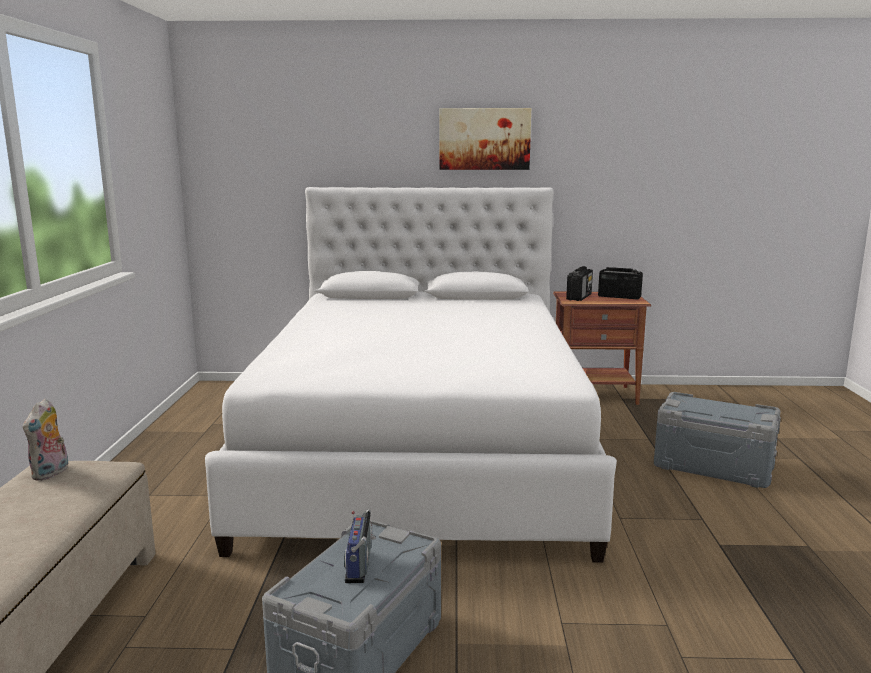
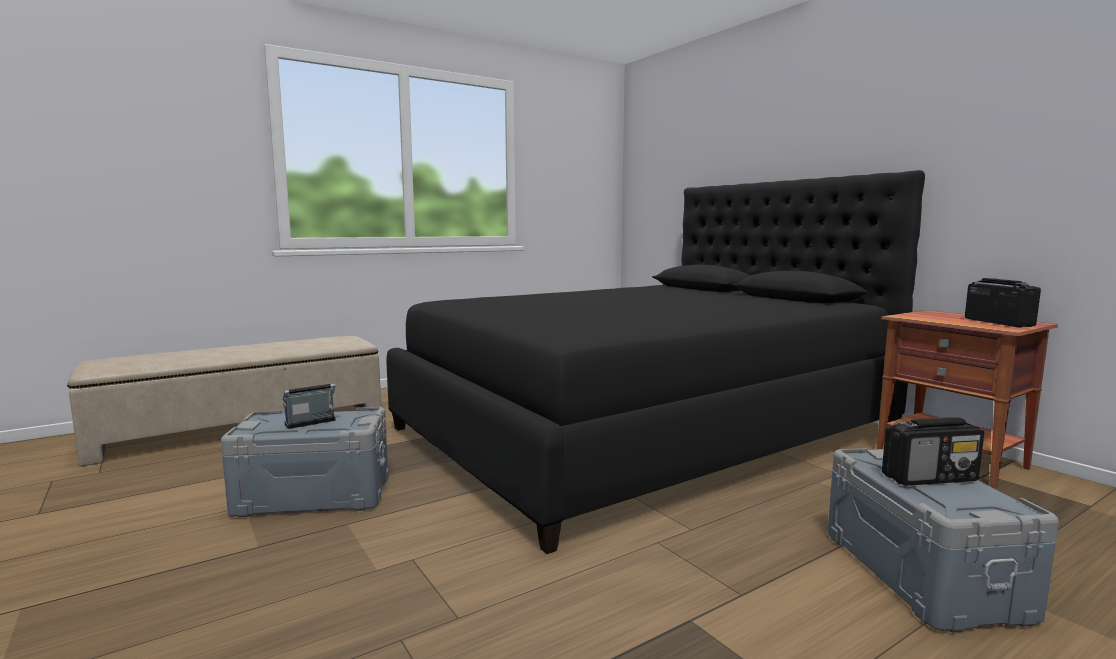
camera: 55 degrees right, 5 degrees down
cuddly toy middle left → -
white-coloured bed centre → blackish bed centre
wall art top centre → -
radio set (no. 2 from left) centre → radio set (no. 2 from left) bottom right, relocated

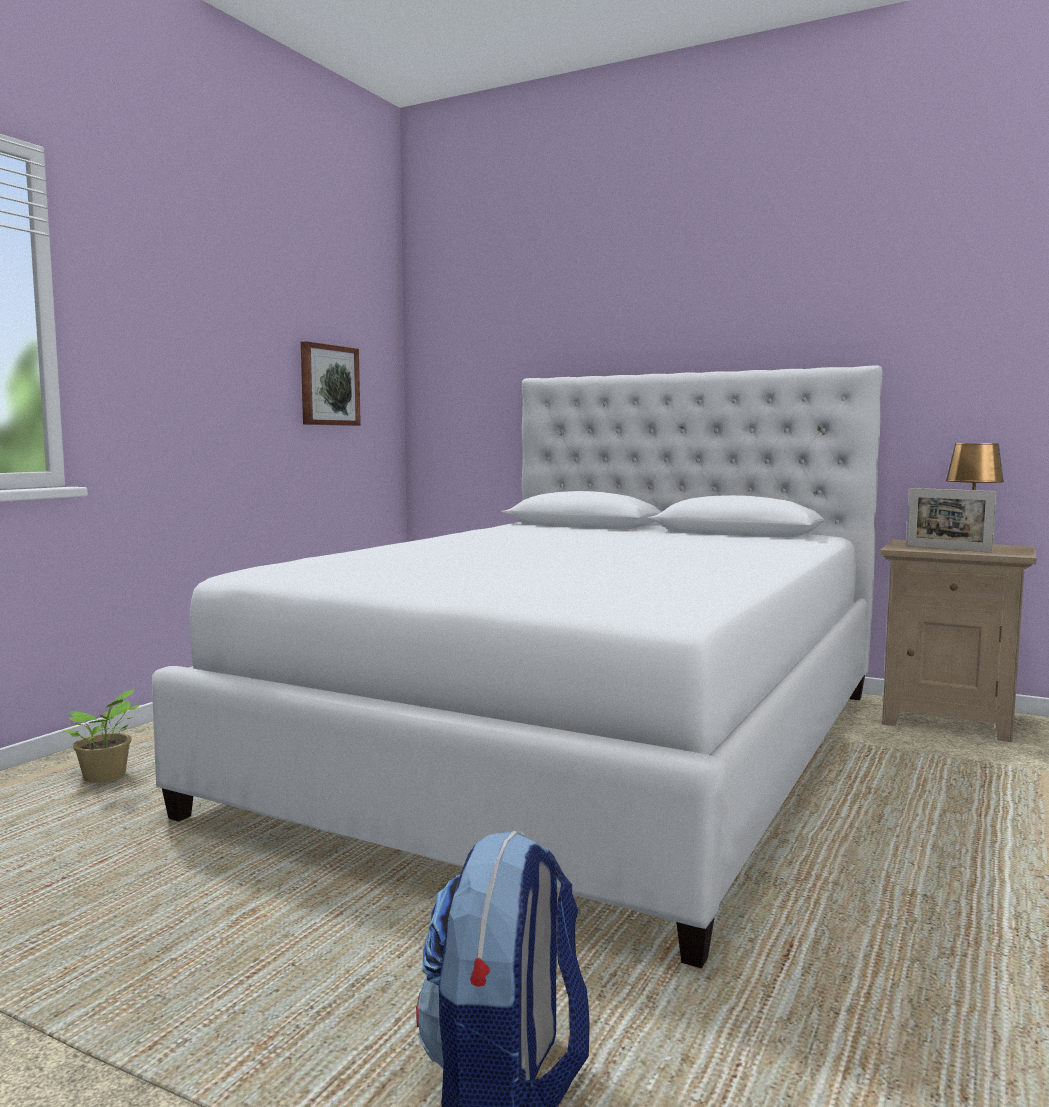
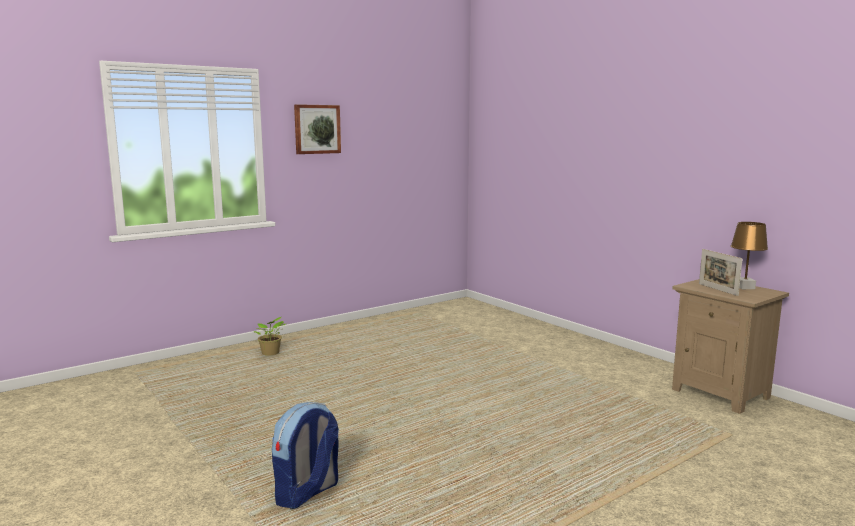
camera: 25 degrees right, 5 degrees up
white-coloured bed centre → -
wall art middle left → wall art top centre, relocated

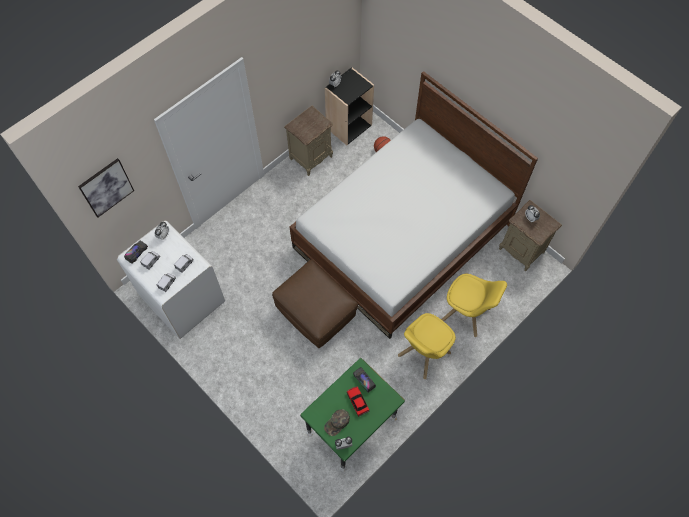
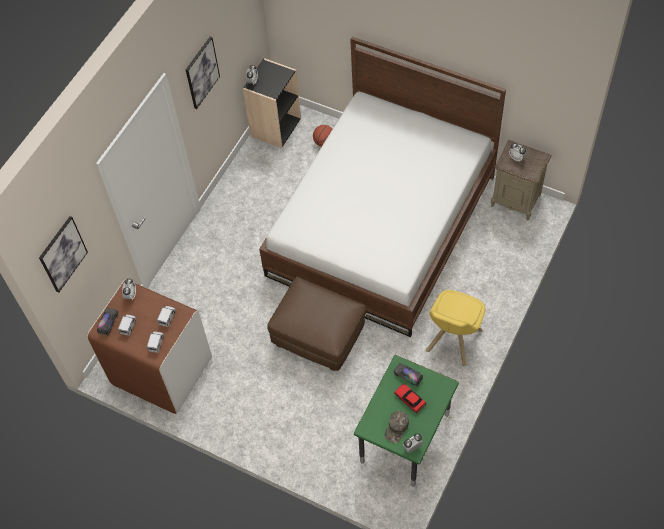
camera: 15 degrees left, 5 degrees down
white-coloured dresser middle left → brown-coloured dresser middle left
sand-coloured nightstand (no. 1 from left) top centre → -
yellow chair (no. 2 from left) middle right → -
- → wall art (no. 2 from left) top left

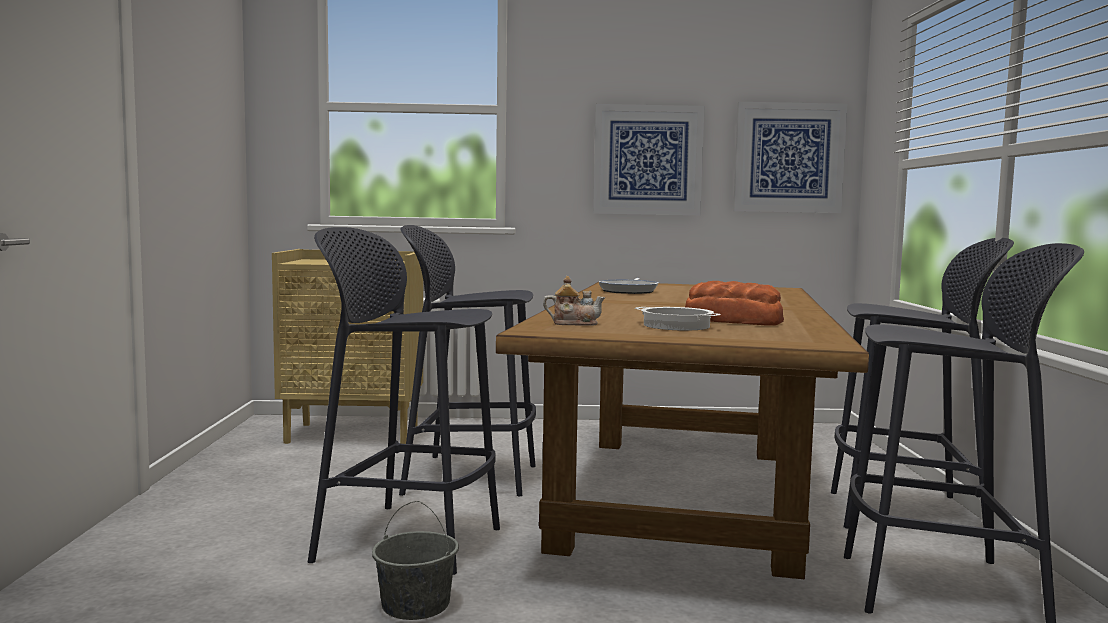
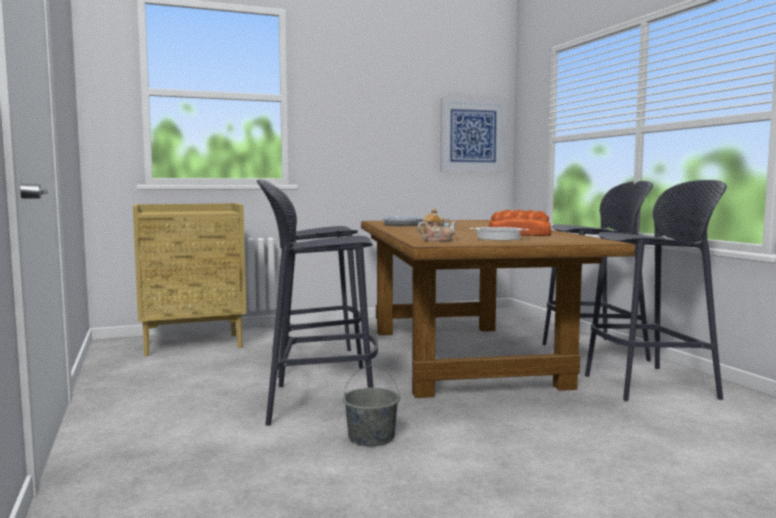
camera: 20 degrees left, 0 degrees up
wall art (no. 1 from left) top centre → -

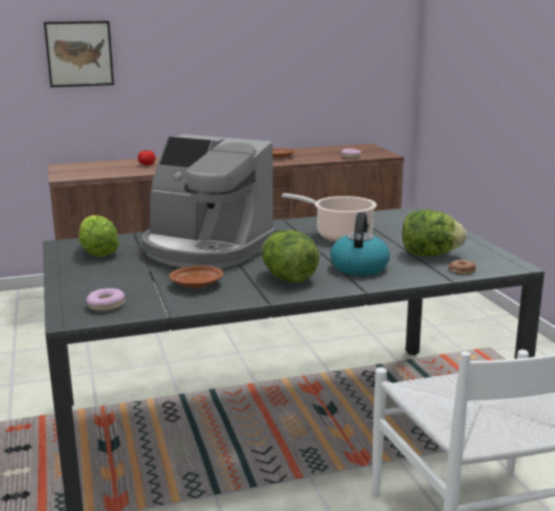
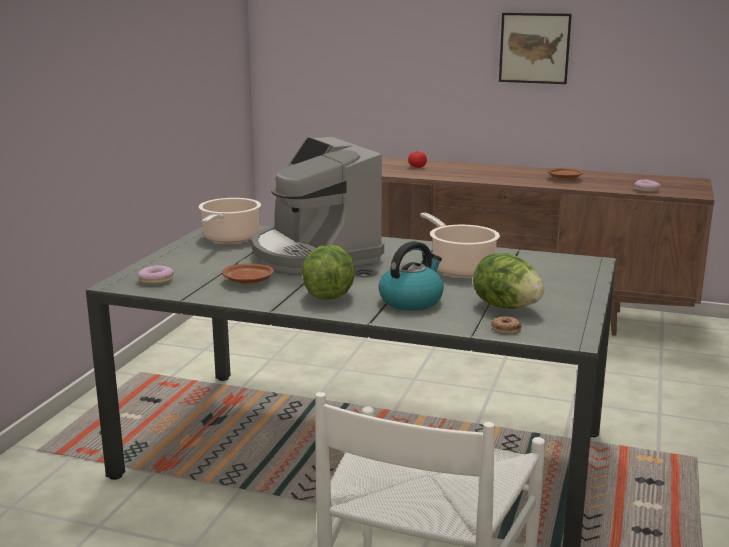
camera: 35 degrees right, 0 degrees up
wall art top left → wall art top right, relocated
lettuce (no. 1 from left) middle left → stockpot (no. 1 from left) middle left

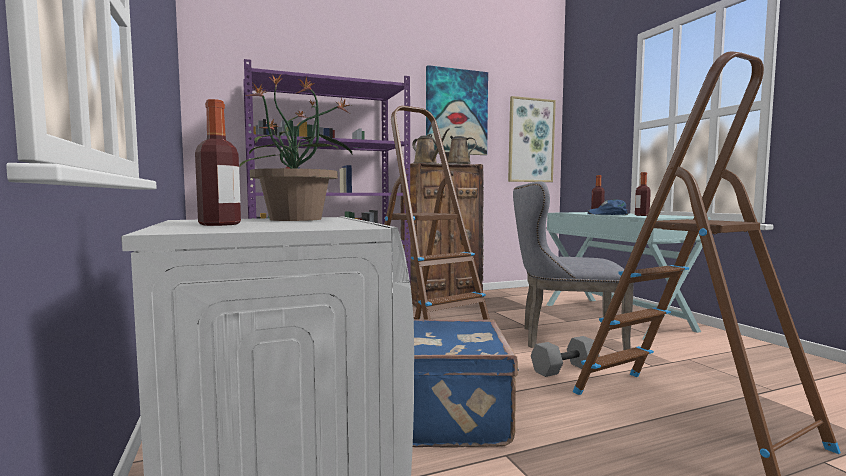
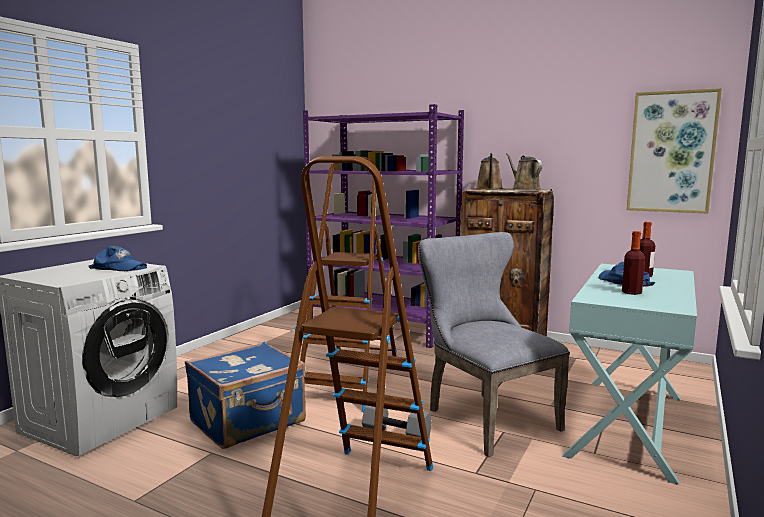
camera: 50 degrees right, 5 degrees up
drink bottle (no. 1 from left) middle left → -
plant in a pot top centre → blue baseball cap (no. 1 from left) middle left
wall art (no. 1 from left) top centre → -

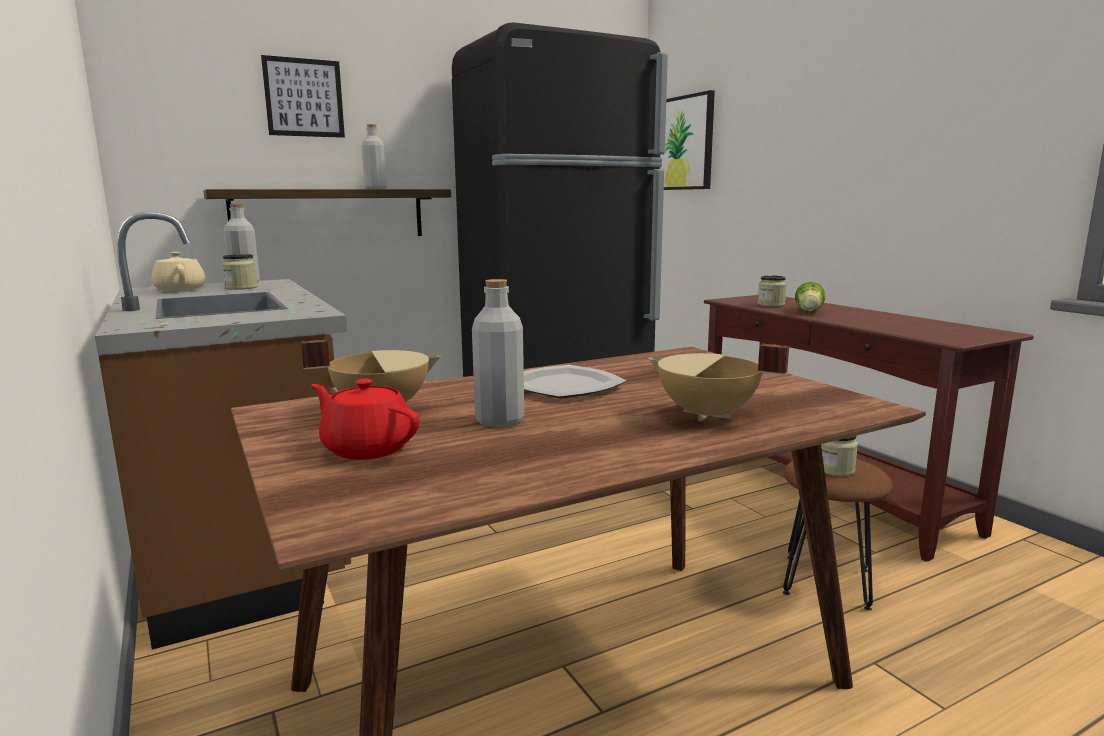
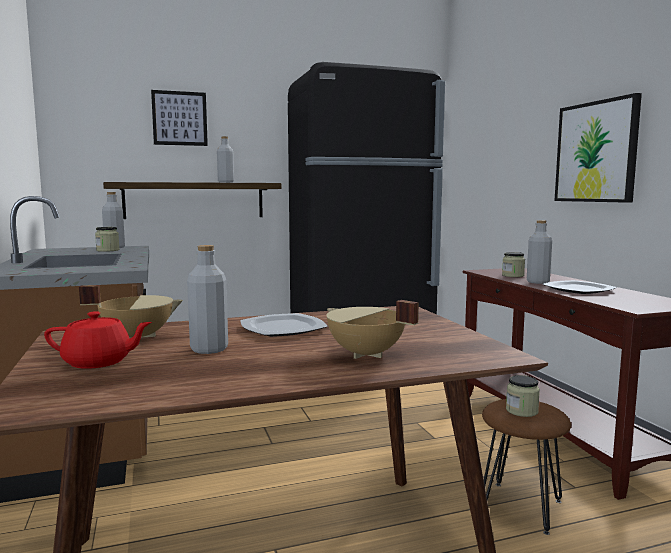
camera: 10 degrees right, 5 degrees down
sand-coloured pot for tea middle left → -
reddish pot for tea middle left, 135 degrees clockwise
wall art (no. 2 from left) top centre → wall art (no. 2 from left) top right, relocated
lettuce middle right → gray drink bottle (no. 4 from left) middle right
- → dinner plate (no. 2 from left) middle right

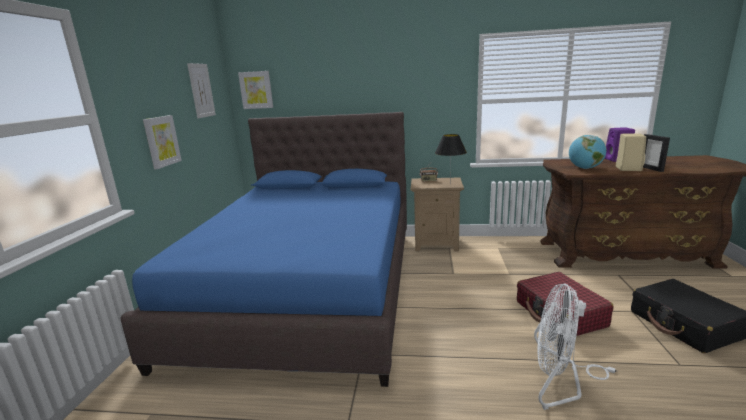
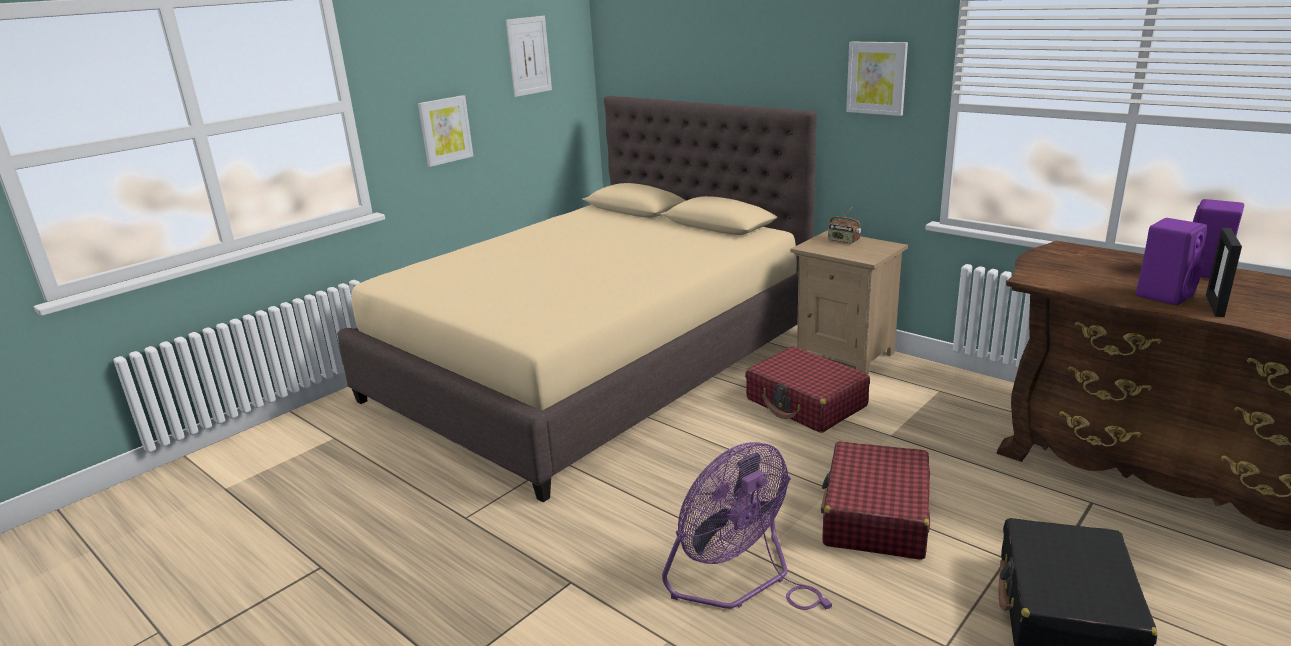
camera: 35 degrees right, 5 degrees up
blue bed centre → sand-coloured bed centre
wall art (no. 3 from left) top centre → wall art (no. 3 from left) top right, relocated
blackish lamp for a table centre → -
white-coloured fan bottom right → purple-coloured fan bottom centre
globe middle right → -
sand-coloured audio speaker middle right → purple-coloured audio speaker (no. 1 from left) middle right
- → reddish piece of luggage (no. 1 from left) centre

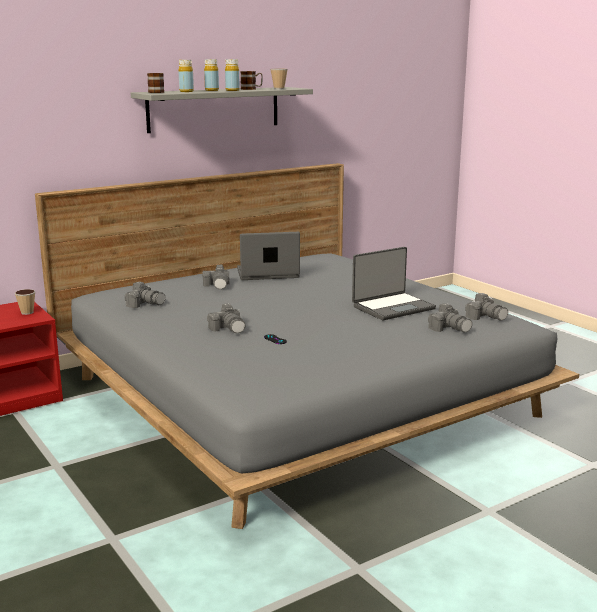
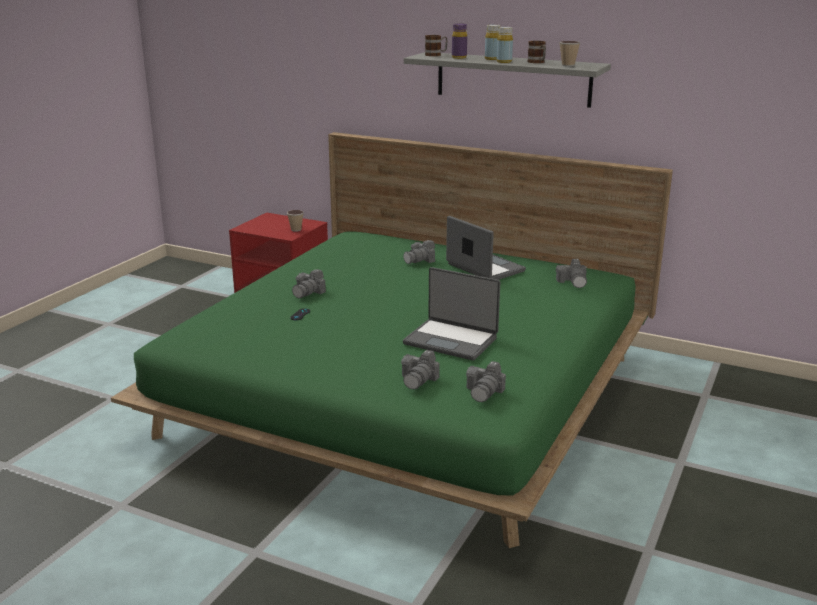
camera: 60 degrees right, 5 degrees up
gray bed centre → greenish bed centre
still camera (no. 1 from left in the first image) middle left → still camera (no. 5 from left) middle right, relocated
yellow drink bottle (no. 1 from left) top left → purple-coloured drink bottle top centre

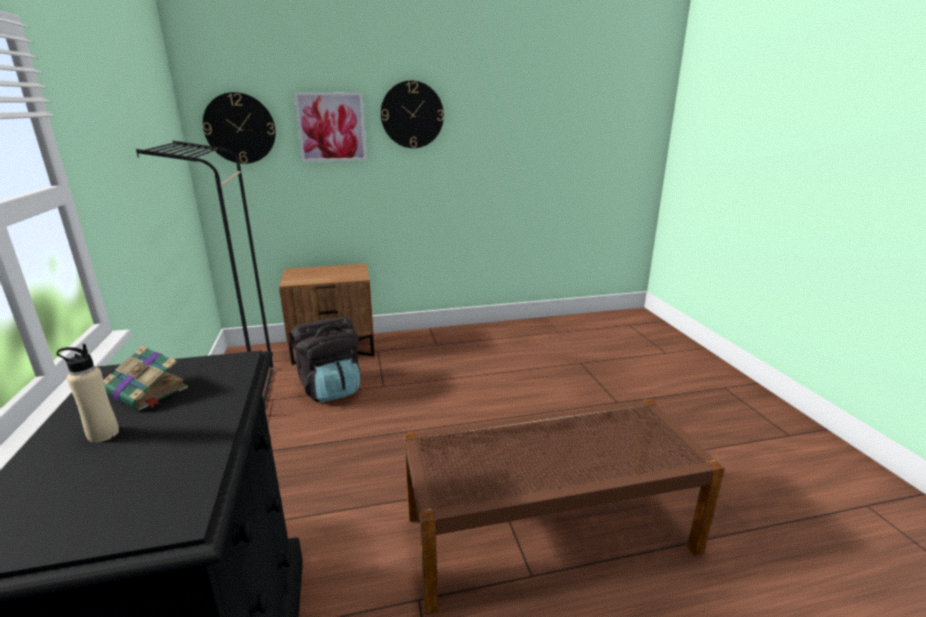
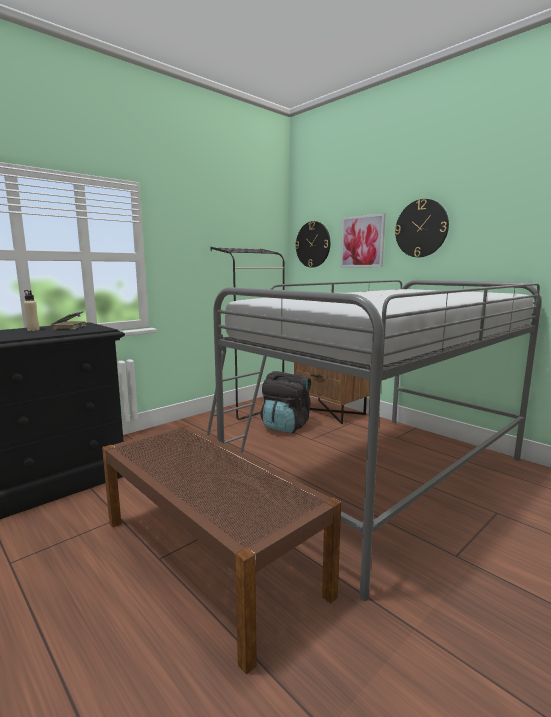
camera: 60 degrees right, 10 degrees down
- → gray bed middle right

